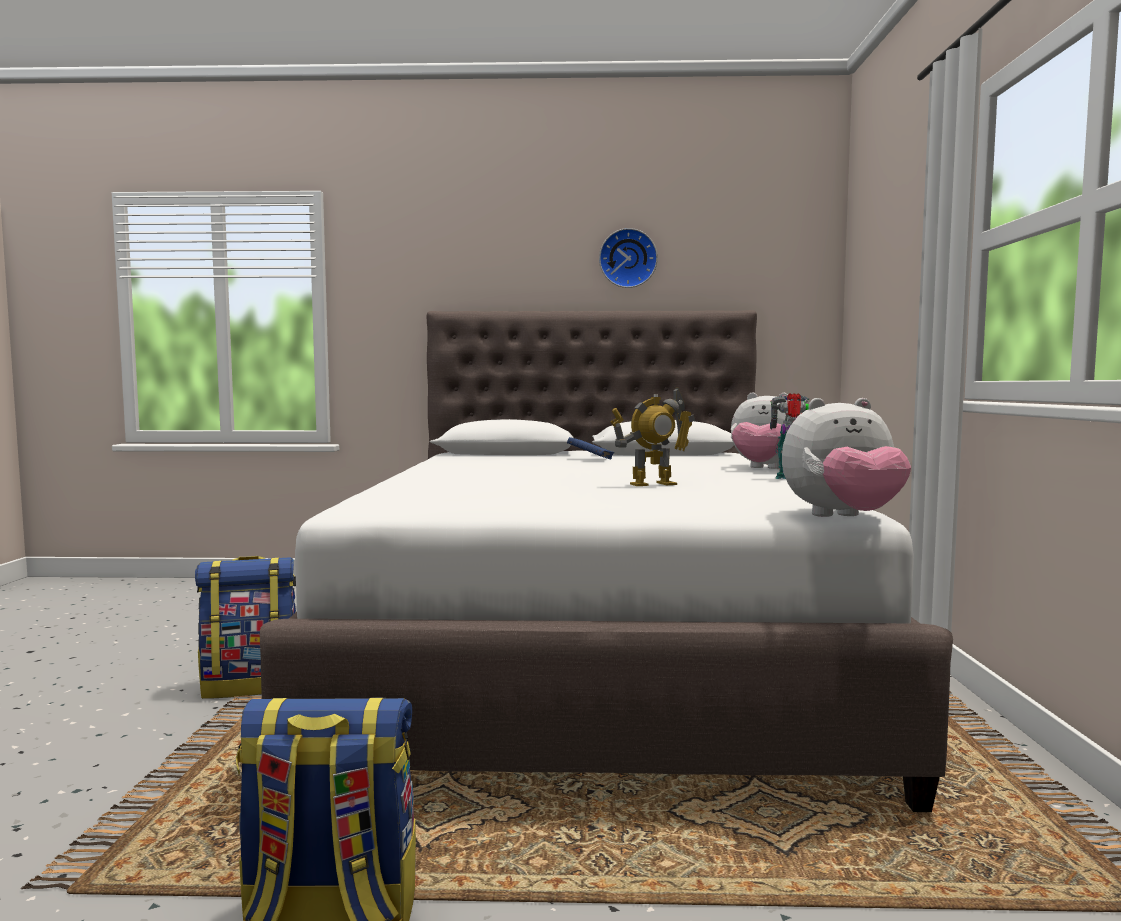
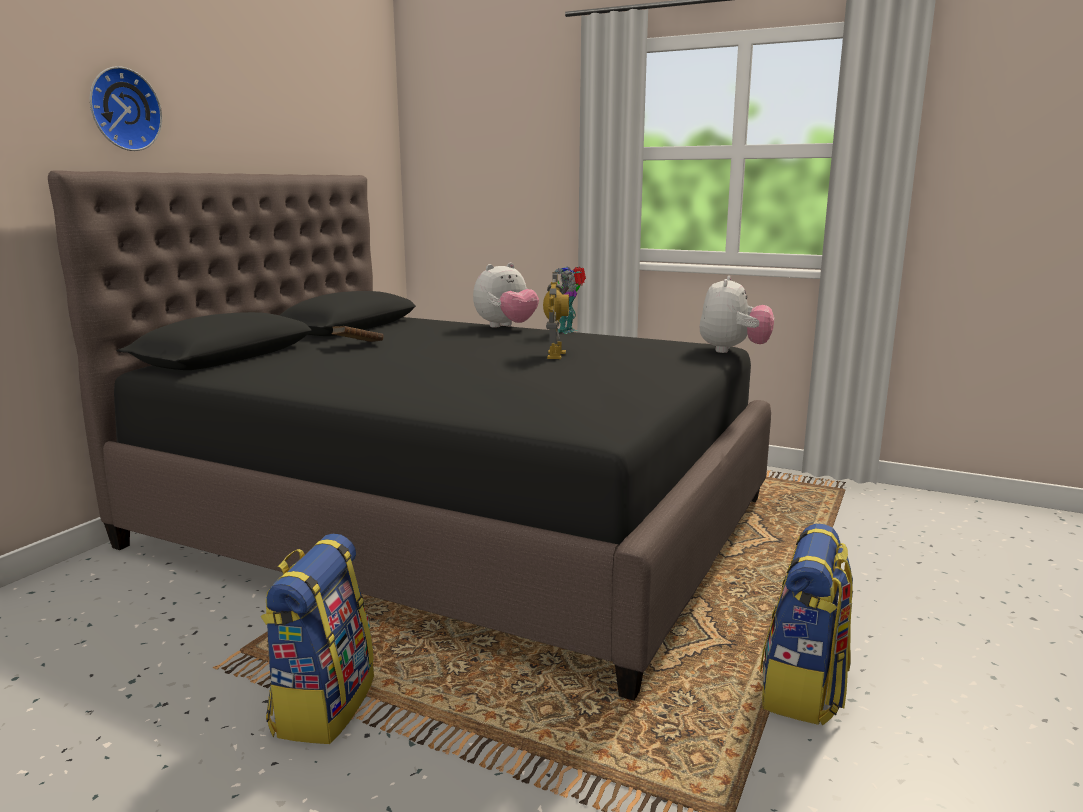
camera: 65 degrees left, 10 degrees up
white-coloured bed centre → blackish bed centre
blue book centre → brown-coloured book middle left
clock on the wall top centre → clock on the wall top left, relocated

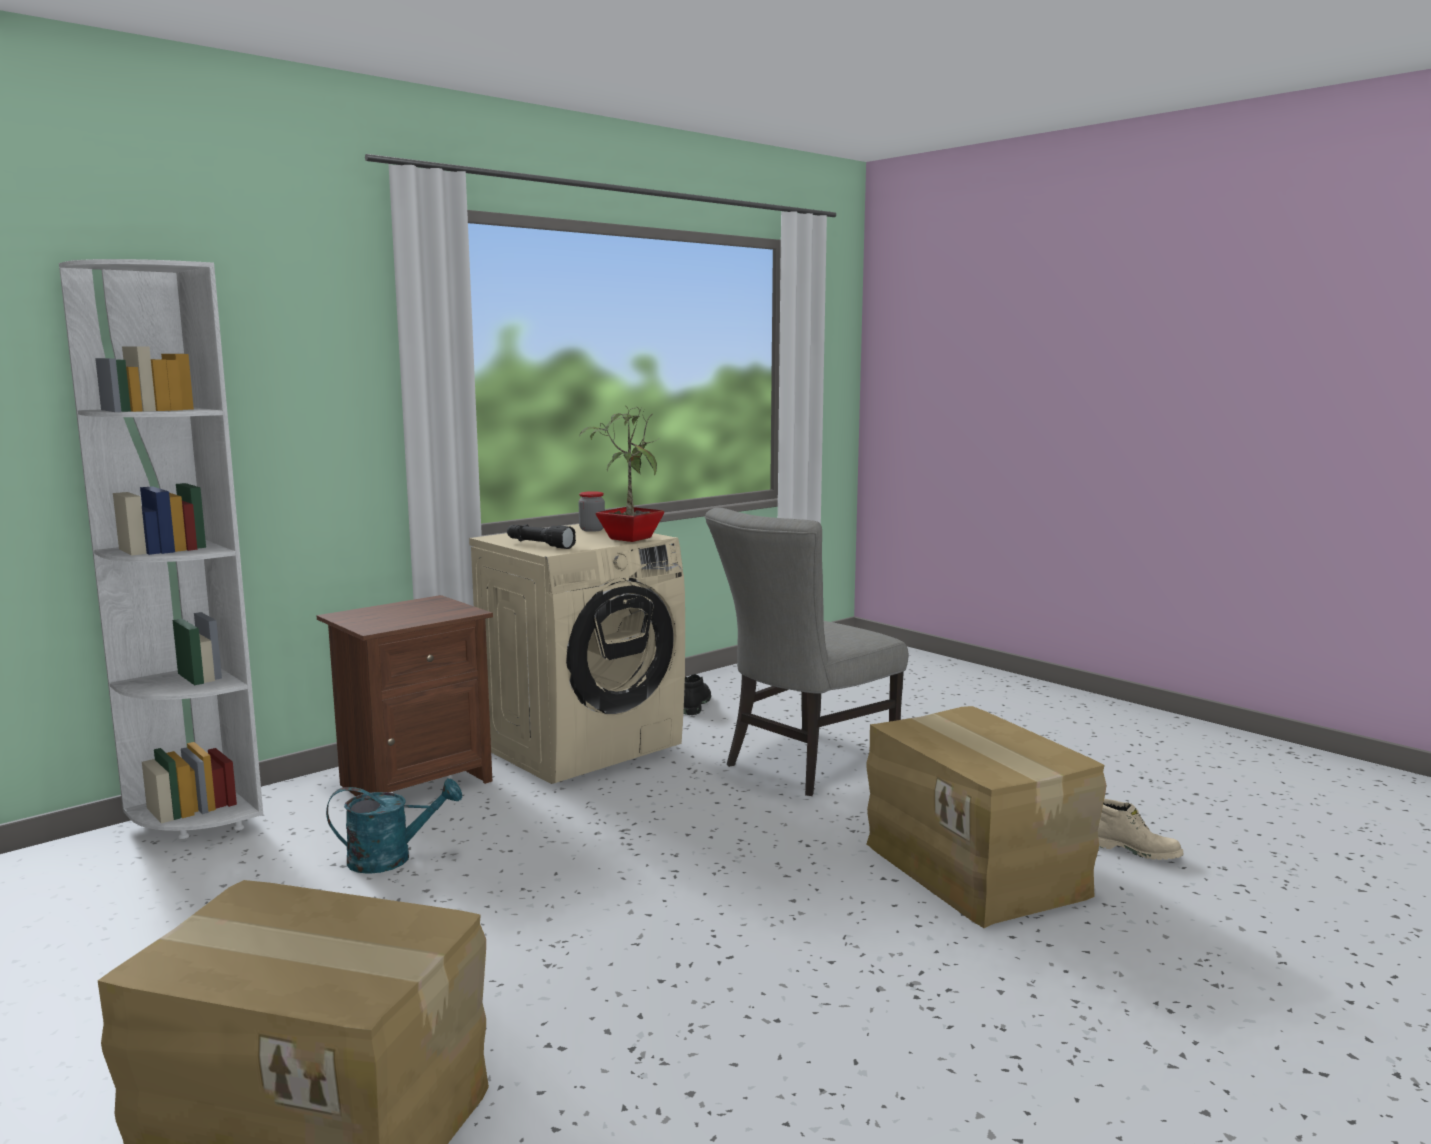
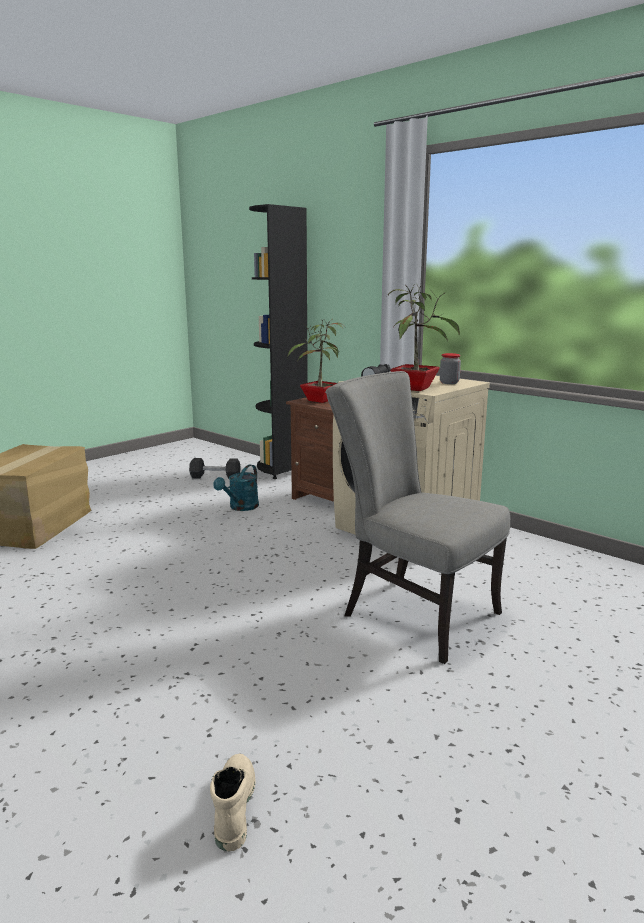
camera: 85 degrees right, 5 degrees up
white-coloured bookshelf middle left → blackish bookshelf centre
turquoise sprinkling can bottom left → turquoise sprinkling can centre, 45 degrees clockwise
blackish boot centre → -
cardboard box (no. 2 from left) bottom right → -
sand-coloured boot bottom right → sand-coloured boot bottom centre, 150 degrees clockwise
- → blackish free weight centre
- → plant in a pot (no. 1 from left) centre

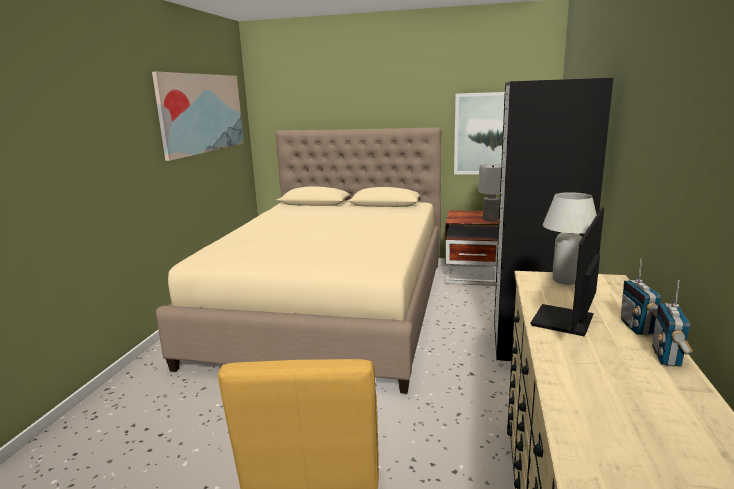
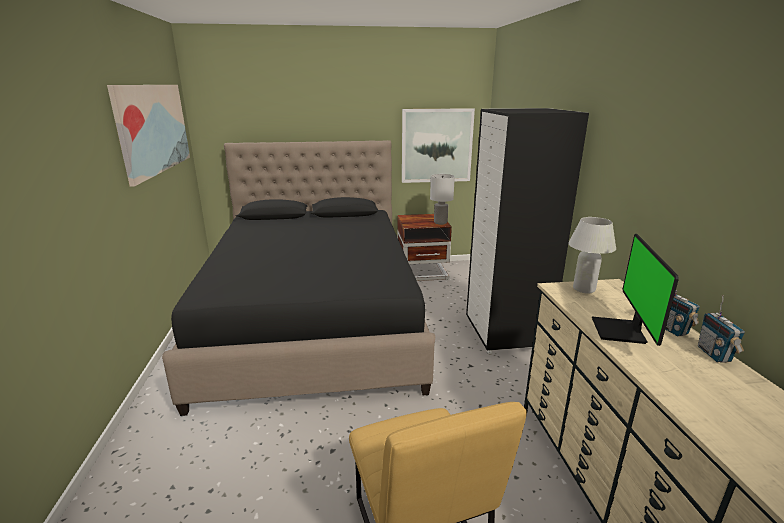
camera: 20 degrees left, 5 degrees up
sand-coloured bed centre → blackish bed centre

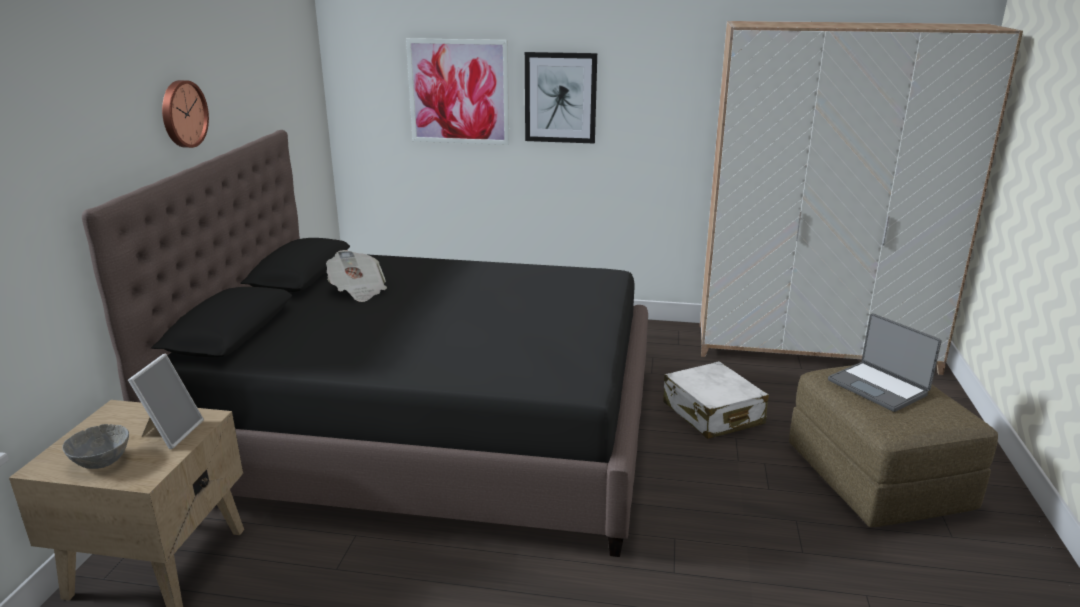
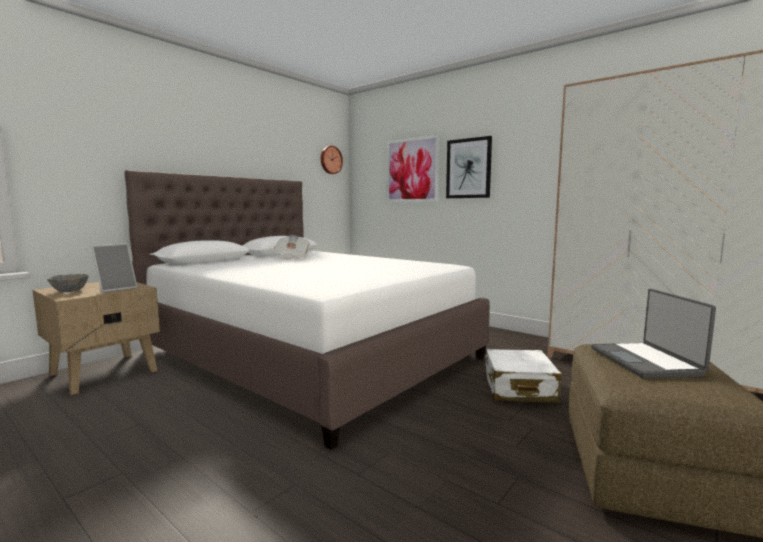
camera: 30 degrees right, 15 degrees down
blackish bed centre → white-coloured bed centre
clock on the wall top left → clock on the wall top centre, relocated

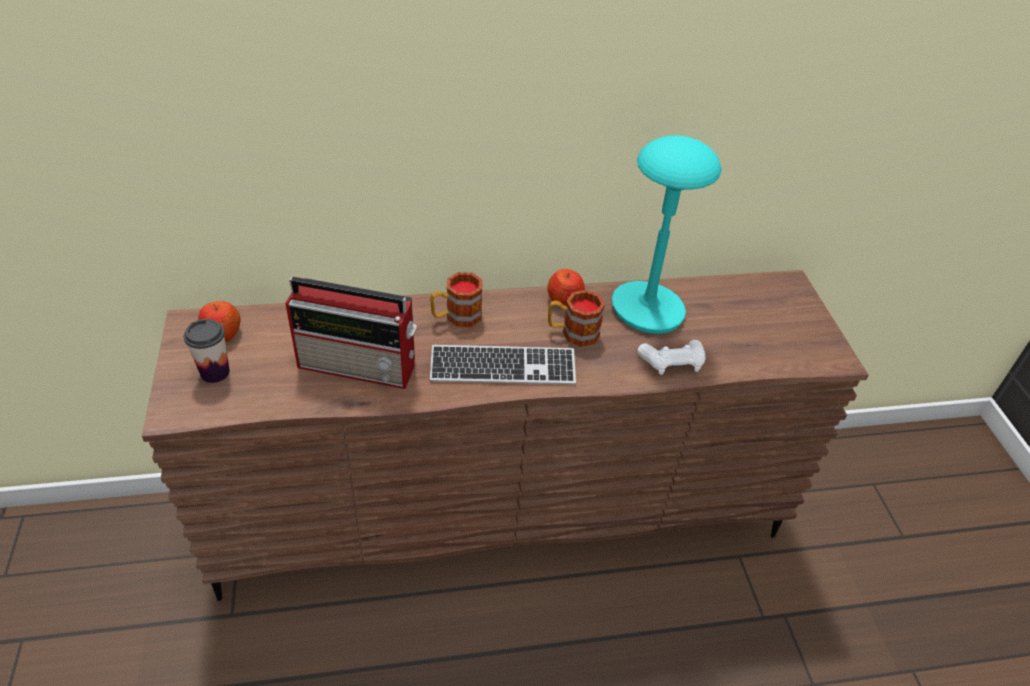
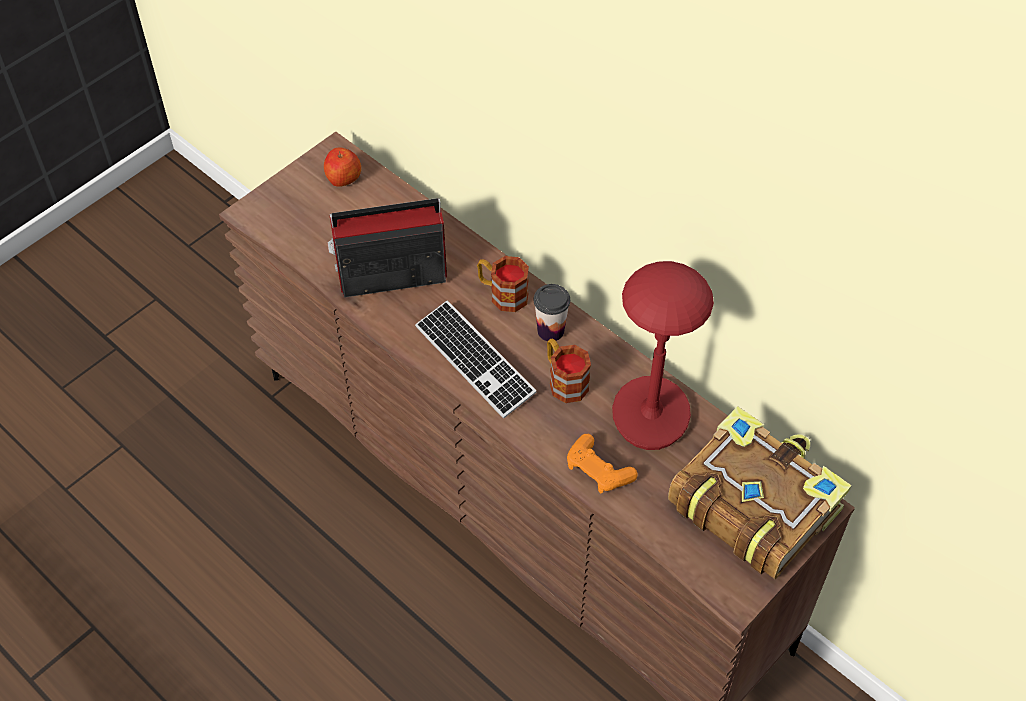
camera: 55 degrees right, 10 degrees up
small cup middle left → small cup centre, relocated
radio set centre, 105 degrees clockwise
apple fruit (no. 2 from left) centre → -
turquoise lamp for a table centre → reddish lamp for a table centre
white-coloured joypad centre → orangey joypad centre
- → book bottom right

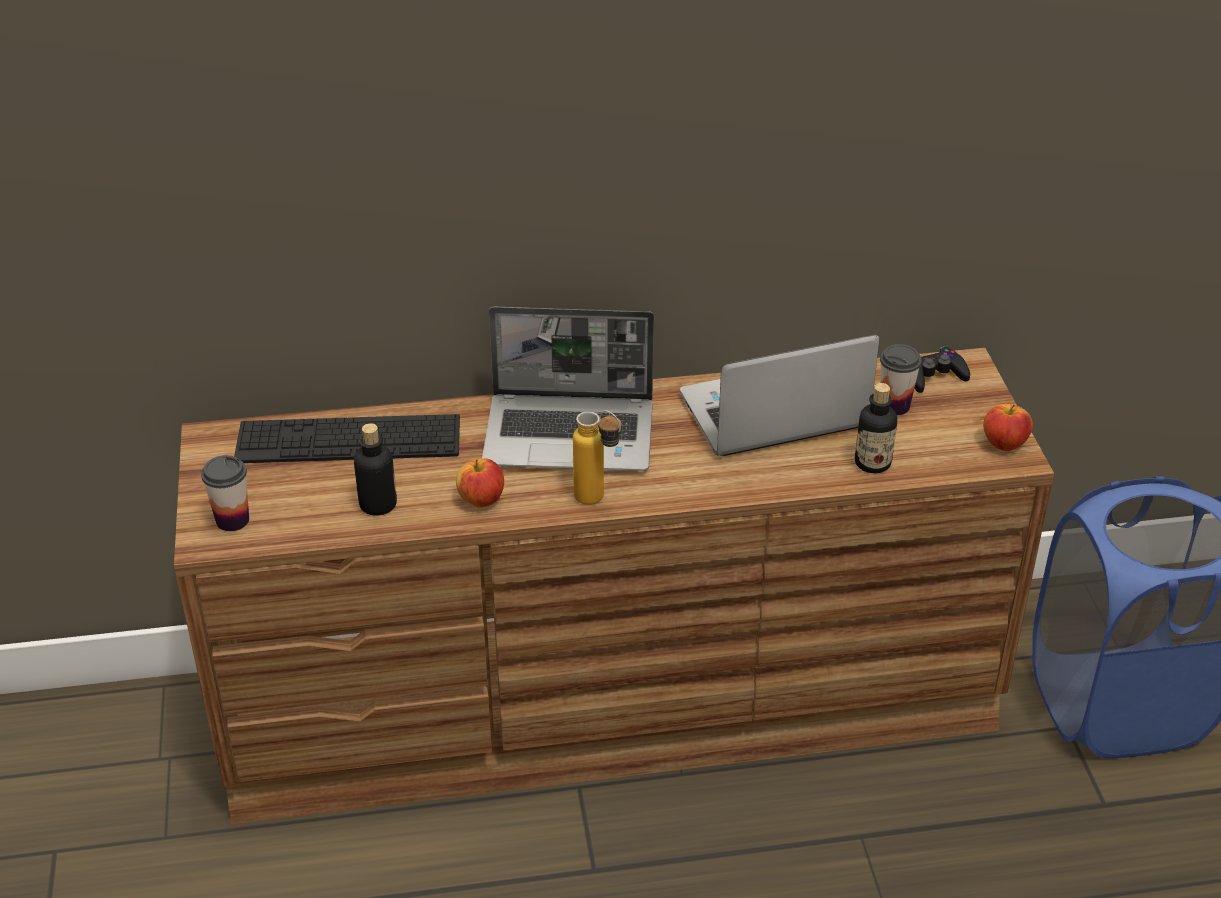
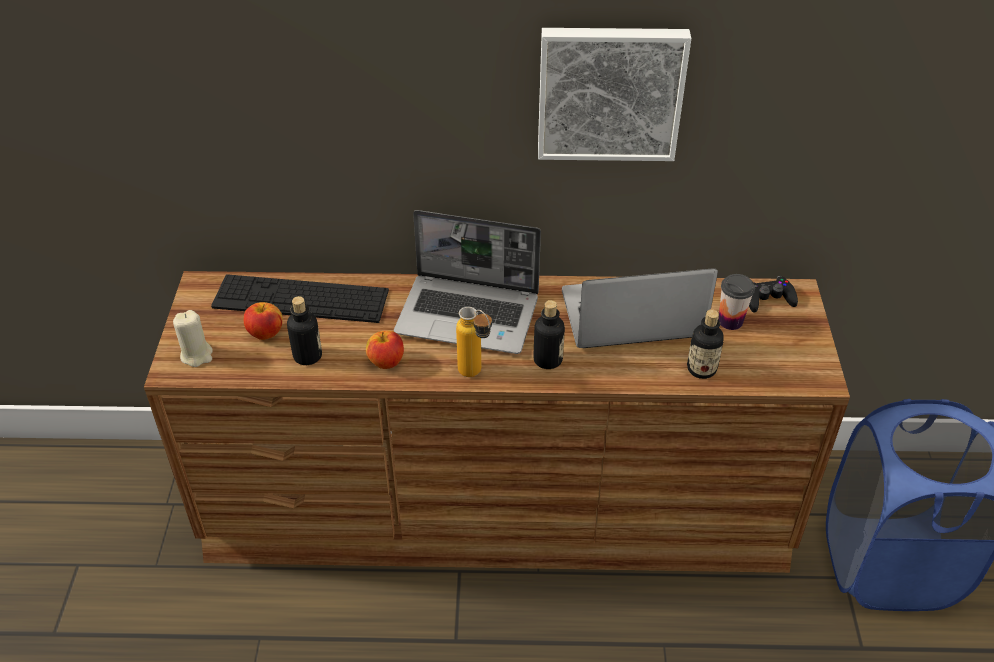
camera: 10 degrees right, 5 degrees up
small cup (no. 1 from left) middle left → sand-coloured candle middle left
apple fruit (no. 2 from left in the first image) middle right → apple fruit (no. 1 from left) middle left, relocated
- → drink bottle (no. 3 from left) centre
- → wall art top centre

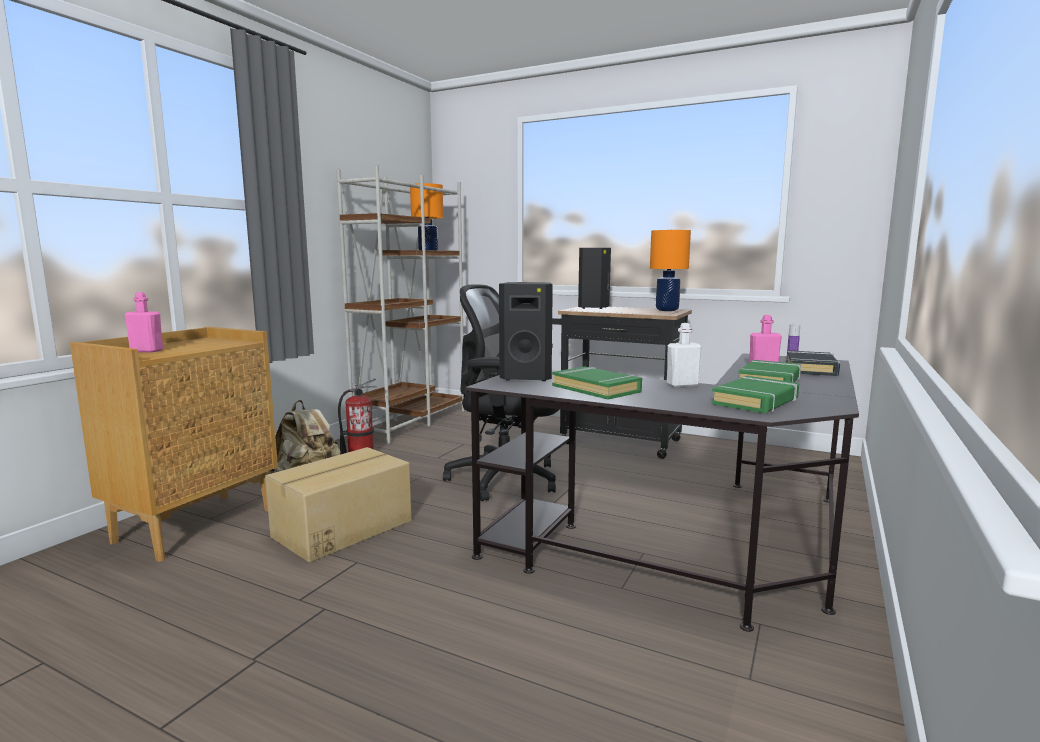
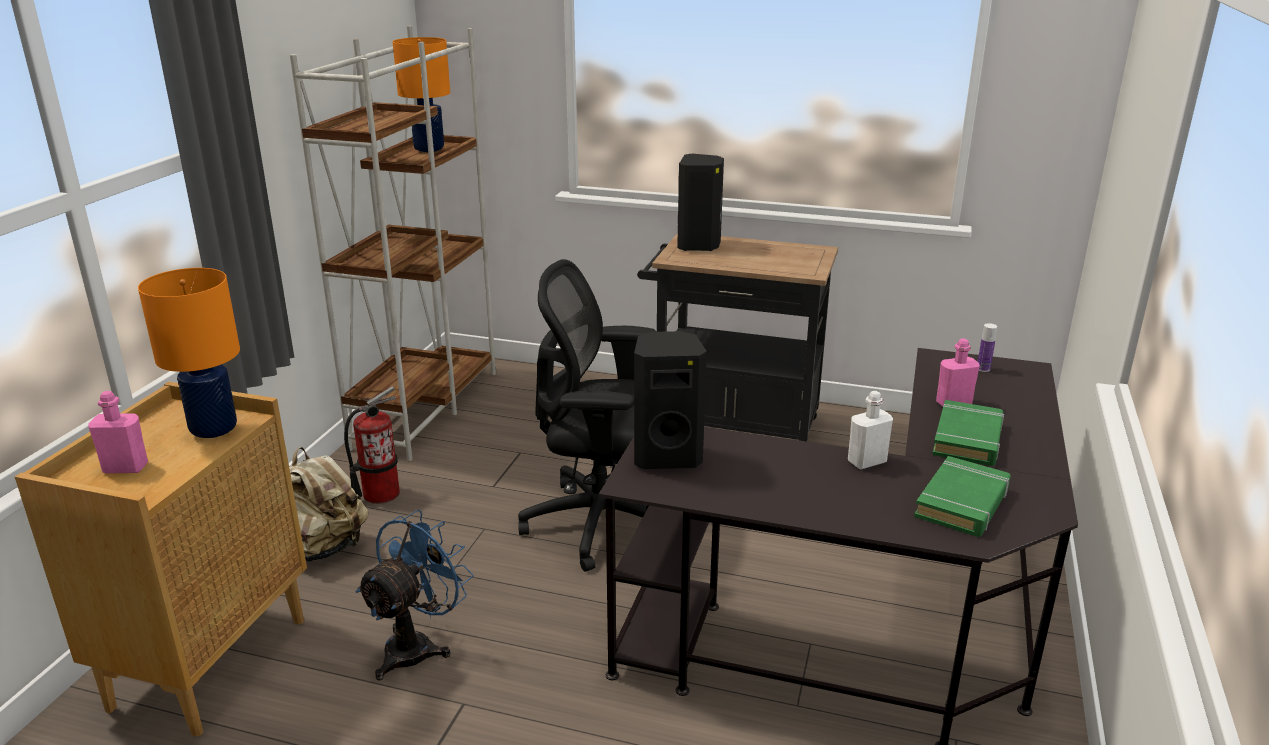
camera: 10 degrees left, 15 degrees up
cardboard box bottom left → blue fan bottom left
greenish book (no. 1 from left) centre → -
orangey lamp for a table (no. 2 from left in the first image) centre → orangey lamp for a table (no. 1 from left) middle left, relocated
blackish book middle right → -

